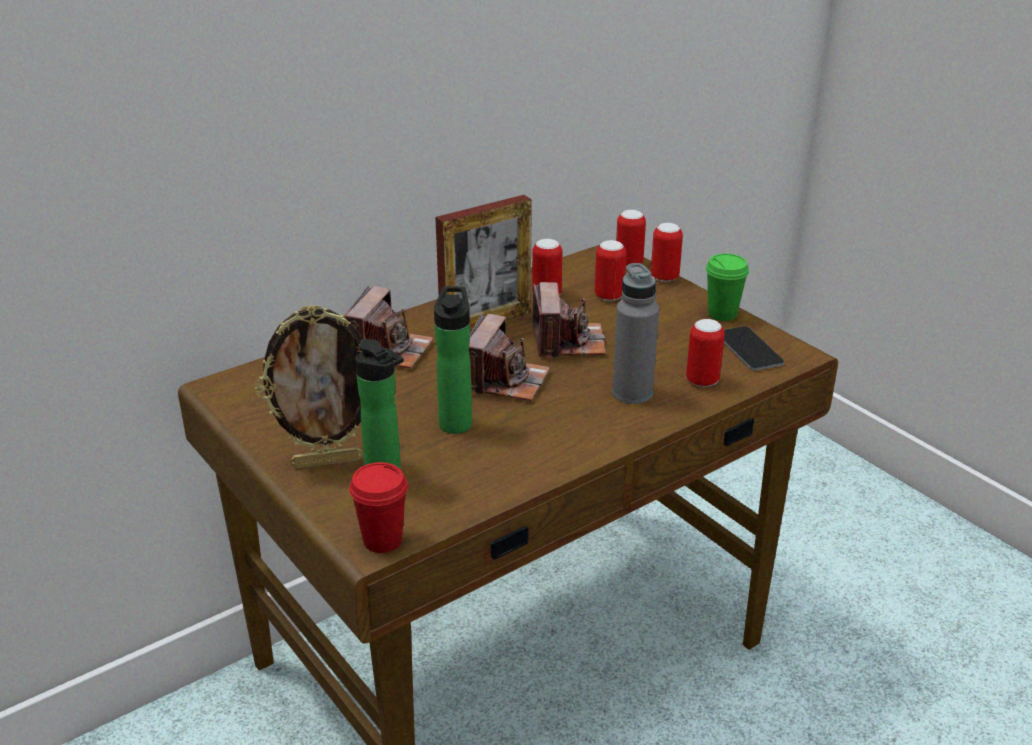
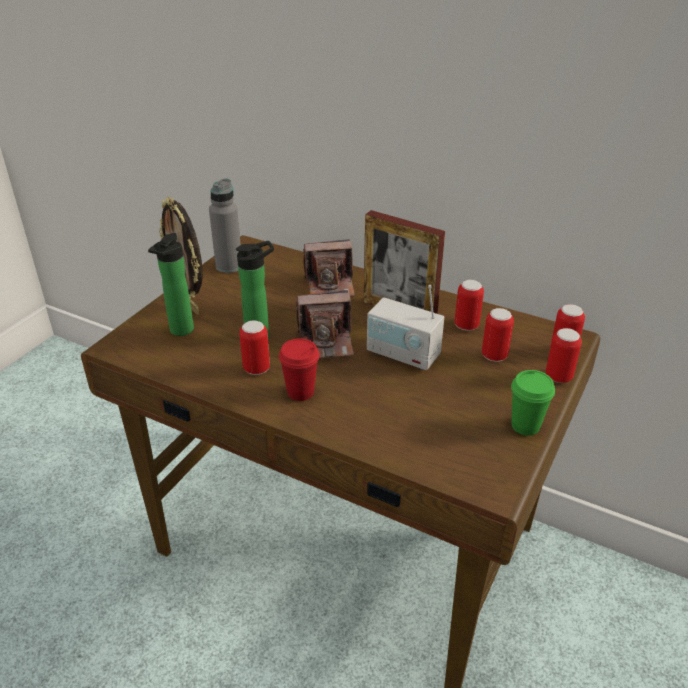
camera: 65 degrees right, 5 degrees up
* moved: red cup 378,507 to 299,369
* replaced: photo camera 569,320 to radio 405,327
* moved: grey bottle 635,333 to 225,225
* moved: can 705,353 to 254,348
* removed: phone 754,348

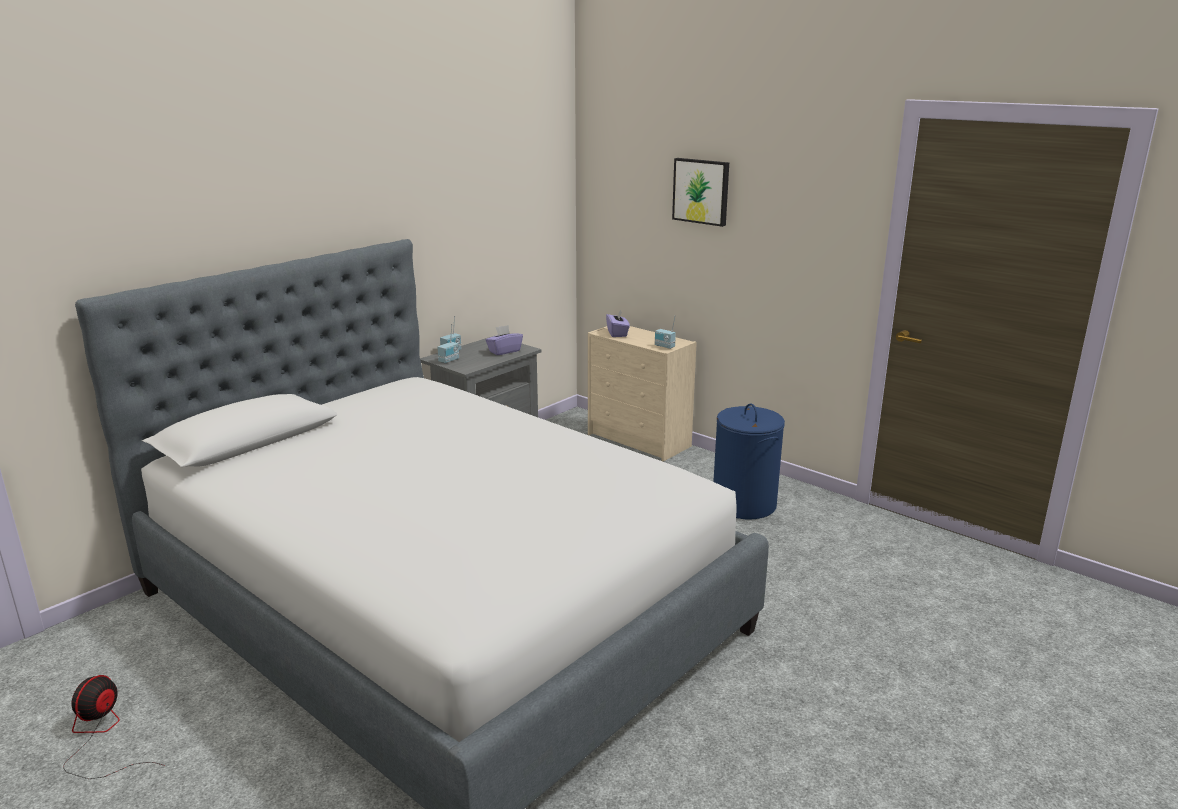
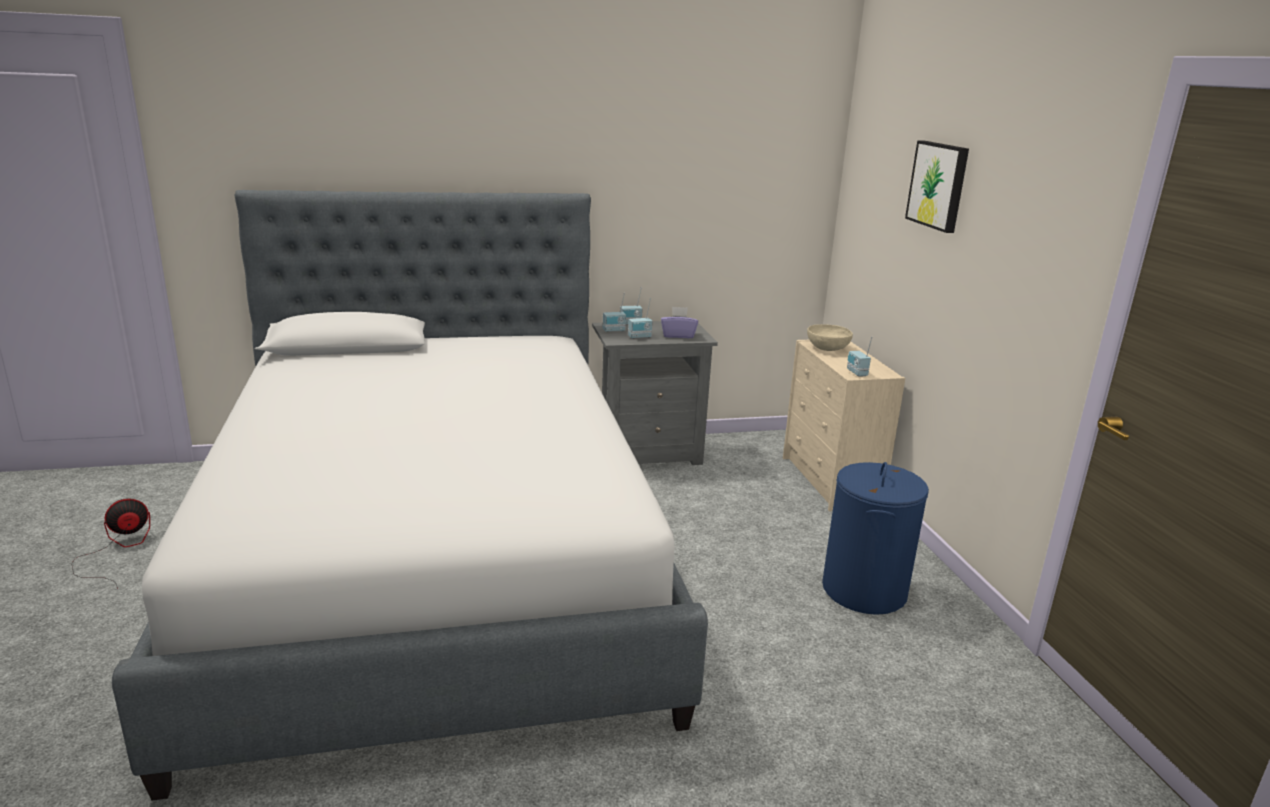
camera: 35 degrees right, 0 degrees up
* replaced: purple tissue box 618,323 to beige bowl 830,337
* added: radio 640,318

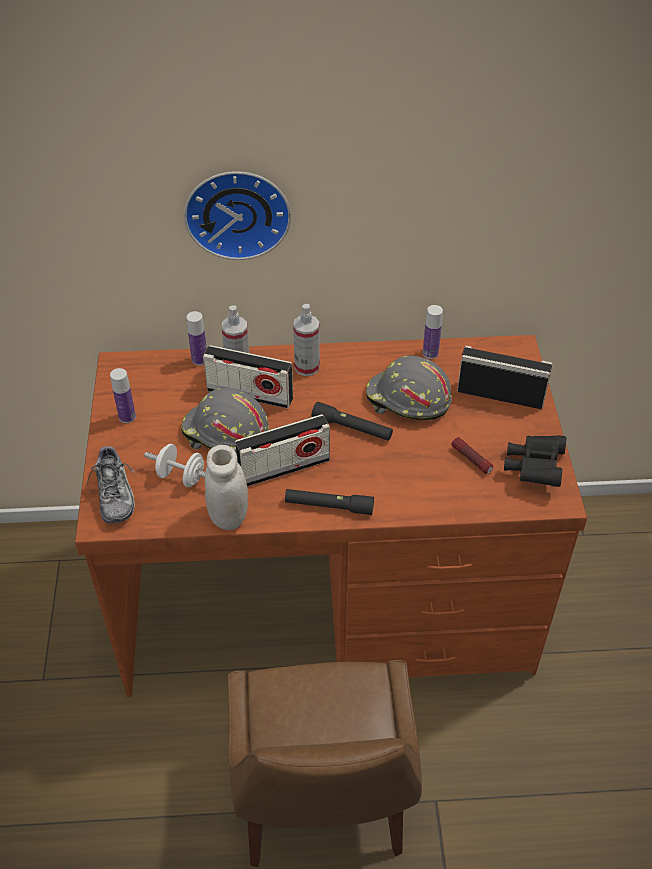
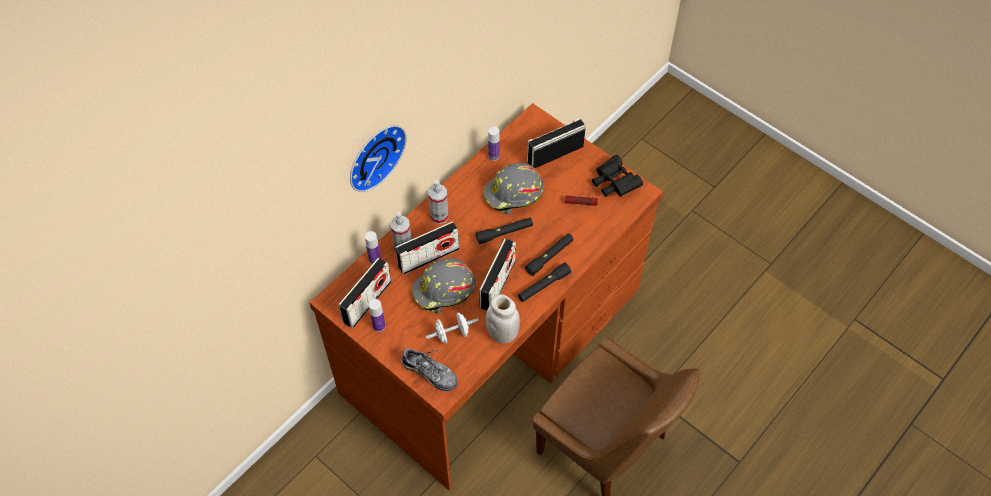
camera: 45 degrees left, 10 degrees up
* added: radio 364,293
* added: black flashlight 549,254

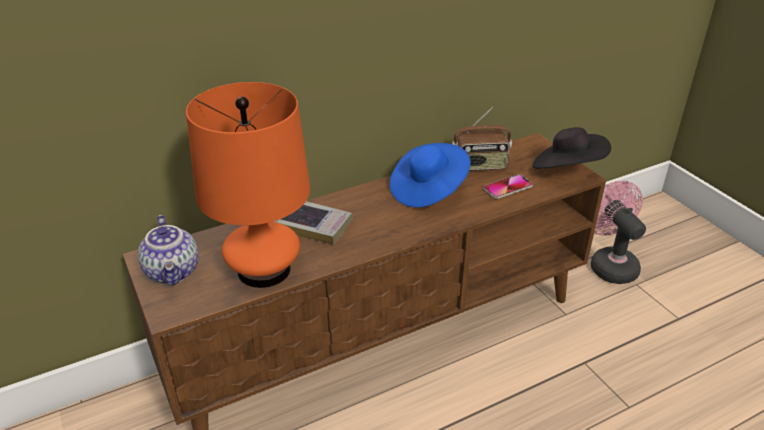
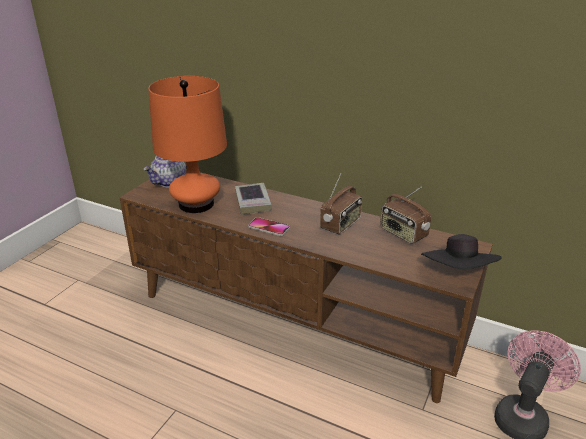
camera: 55 degrees right, 5 degrees down
* replaced: blue hat 430,175 to radio 341,204
* moved: phone 508,186 to 269,226

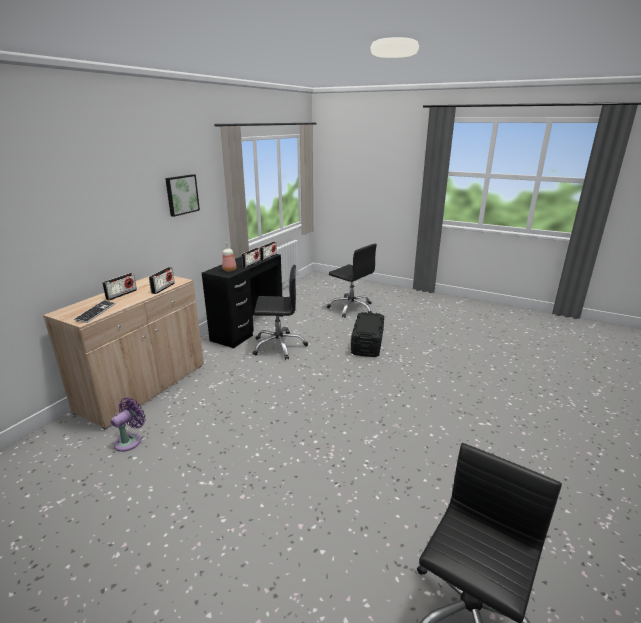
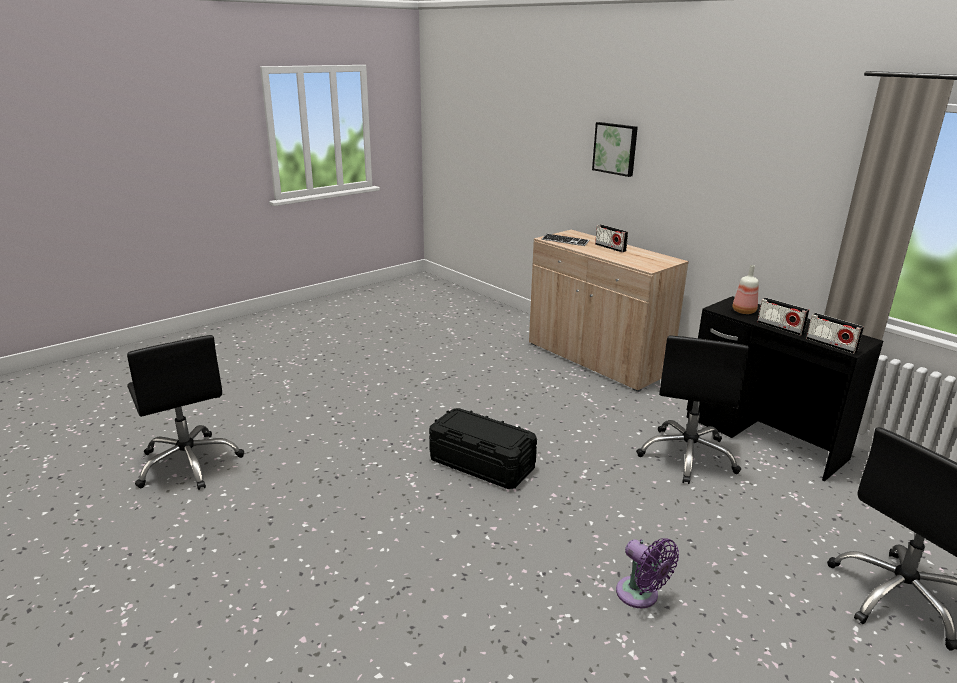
camera: 110 degrees right, 0 degrees up
* moved: purple fan 128,424 to 647,573
* removed: radio 162,280
* moved: picture 182,195 to 615,149
* moved: black storage box 367,334 to 483,448

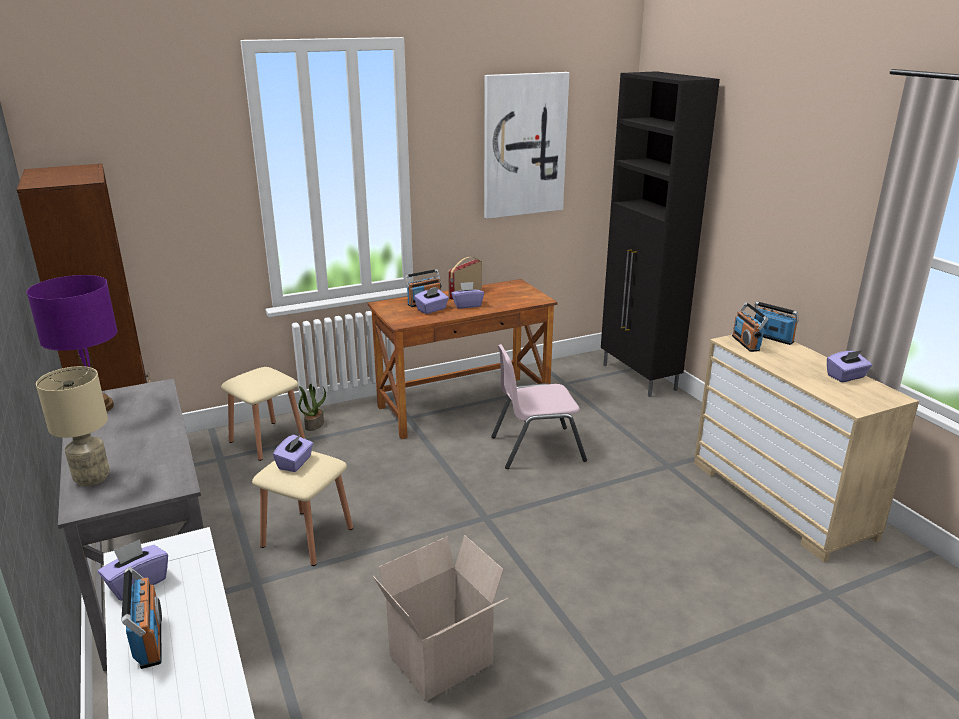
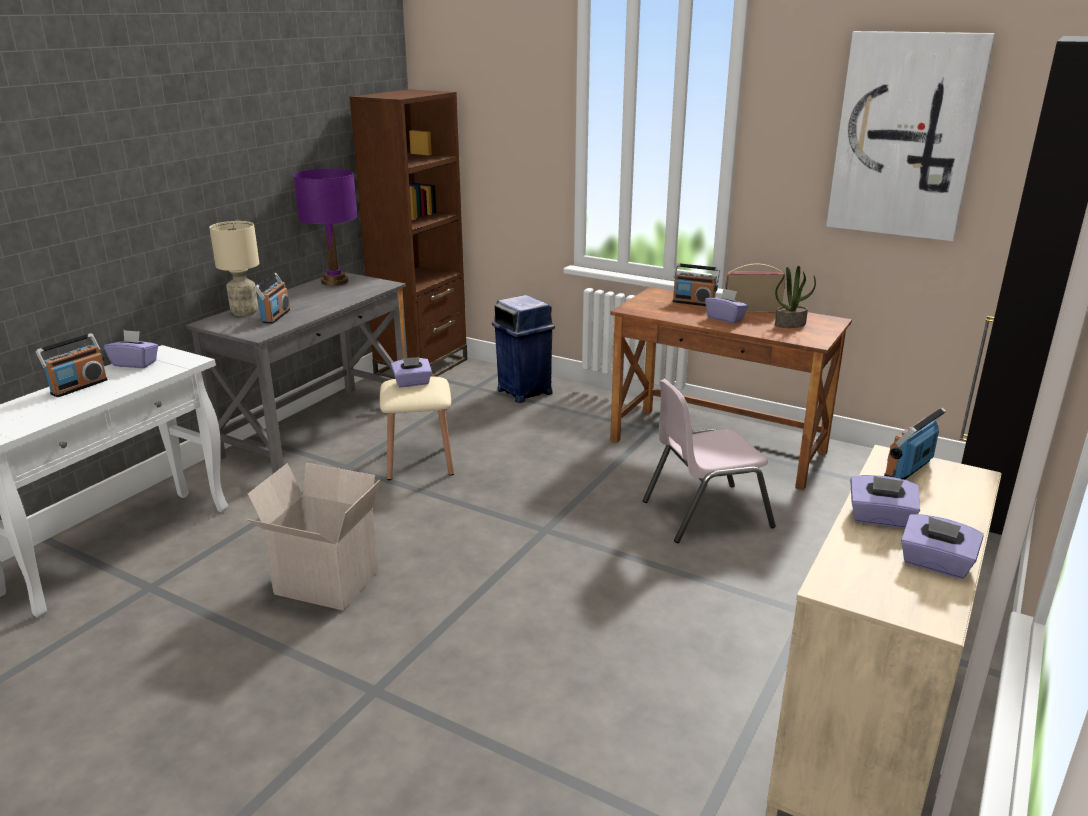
camera: 55 degrees right, 0 degrees up
* replaced: beige stool 263,414 to blue trash can 523,349
* moved: potted plant 312,407 to 795,297
* moved: purple tissue box 431,300 to 885,501
* turned: pink chair 539,406 = 709,461 60 degrees counterclockwise
* moved: radio 776,323 to 272,298

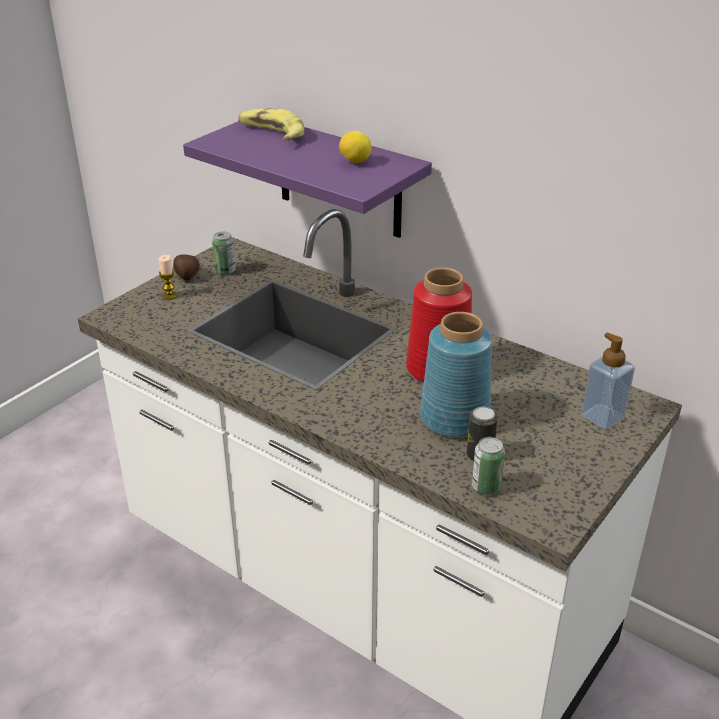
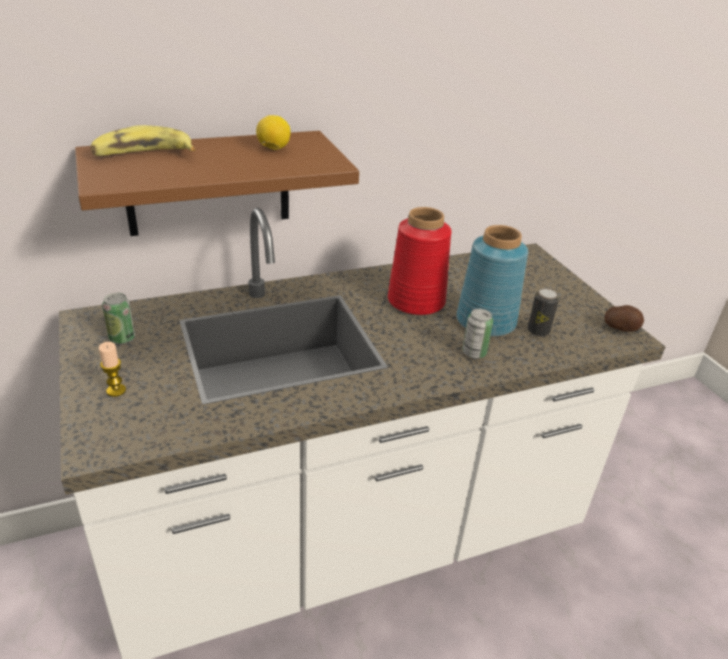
camera: 60 degrees left, 0 degrees up
* moved: potato 186,267 to 624,318
* recoloured: purple shelf 307,179 to brown shelf 217,183
* moved: can 488,466 to 477,334
* removed: soap dispenser 608,380

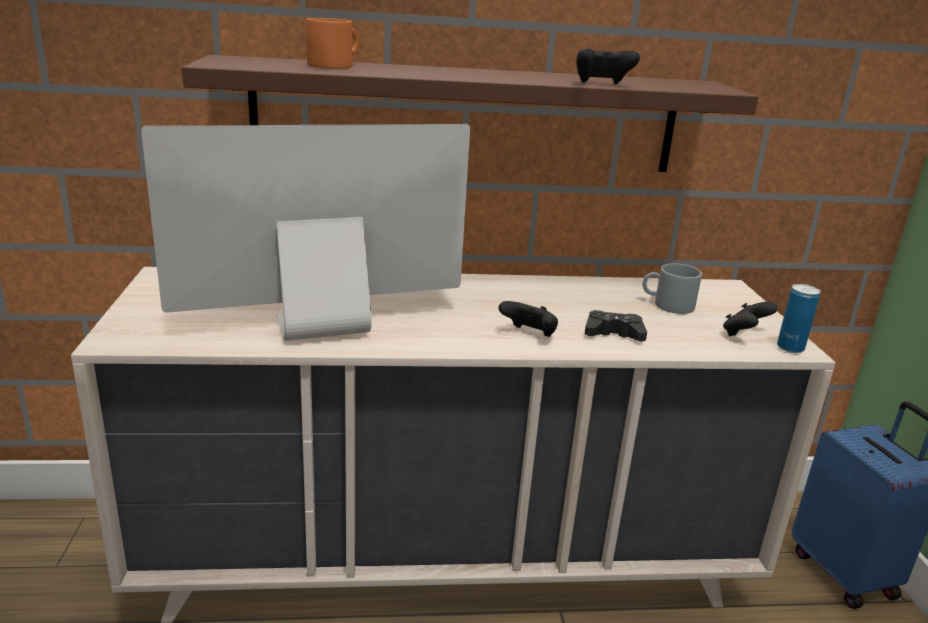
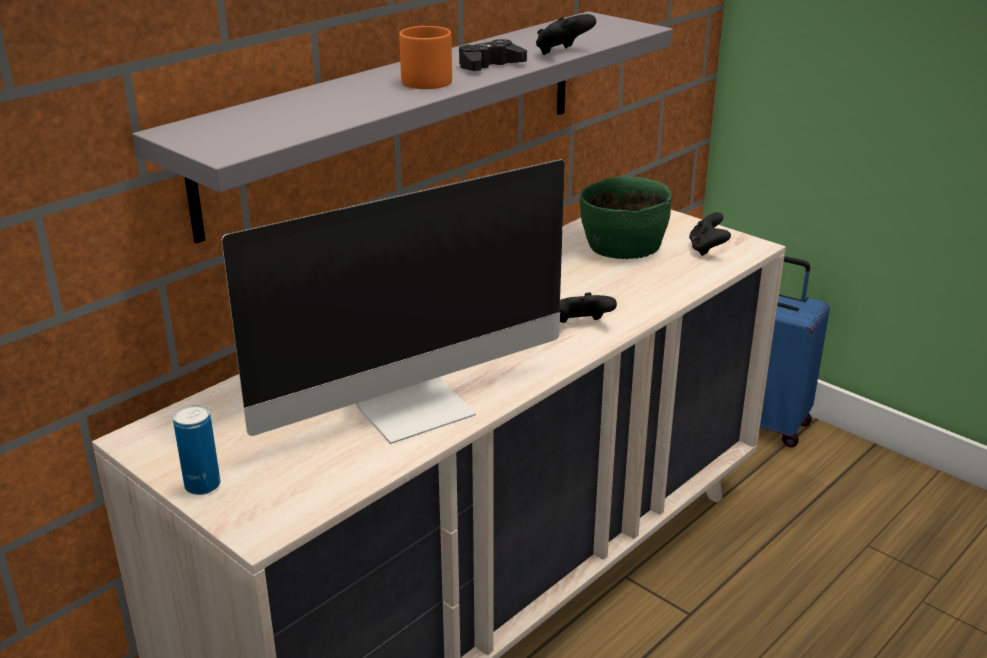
camera: 40 degrees left, 5 degrees up
* turned: monitor 305,232 = 393,301 150 degrees counterclockwise
* recoloured: brown shelf 470,113 to grey shelf 403,127
* moved: orange mug 332,43 to 425,57
* moved: black game controller 616,325 to 493,55
* replaced: grey mug 672,288 to green bowl 626,218
* moved: can 798,318 to 196,449

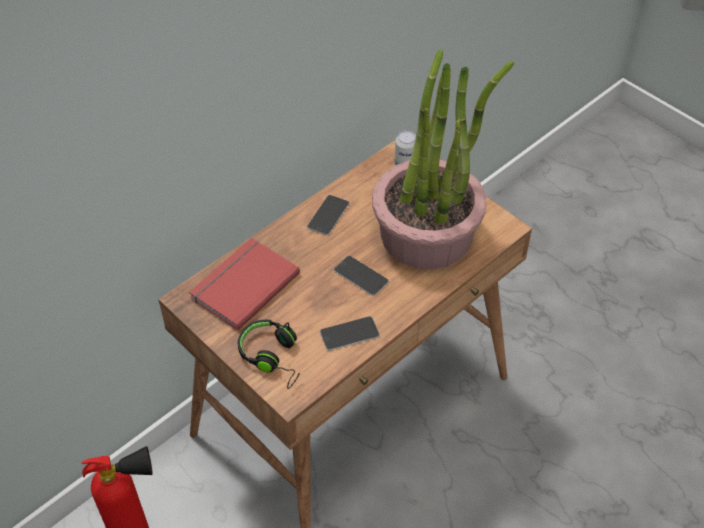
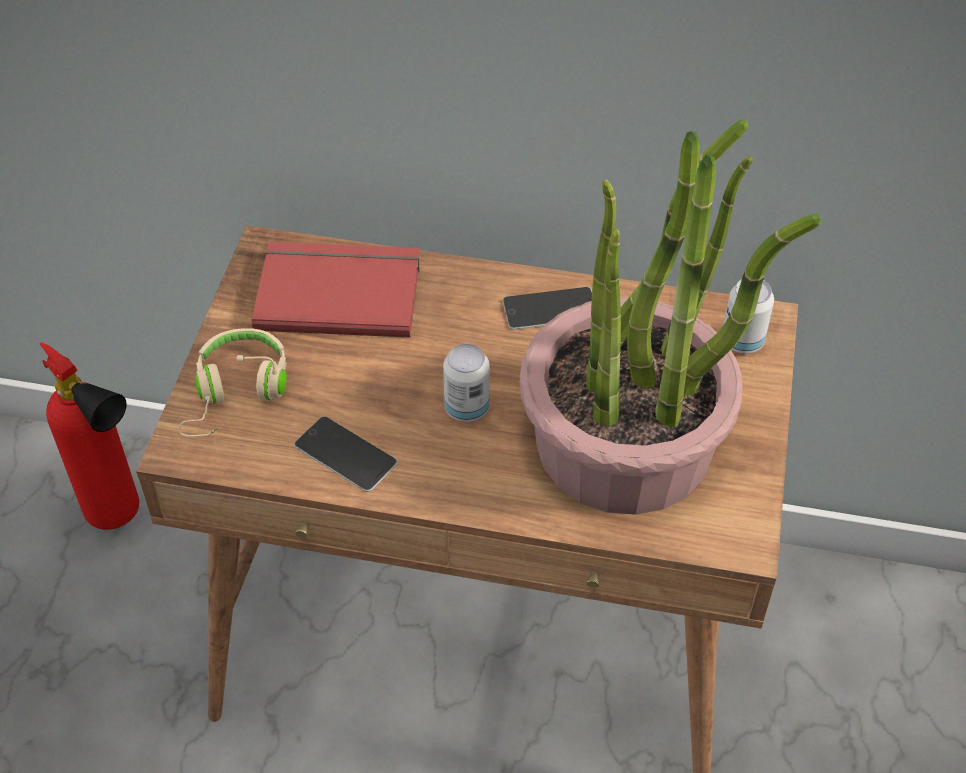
camera: 55 degrees right, 0 degrees up
* recoloured: black headphones 269,354 to beige headphones 232,382
* replaced: phone 361,276 to can 466,383

